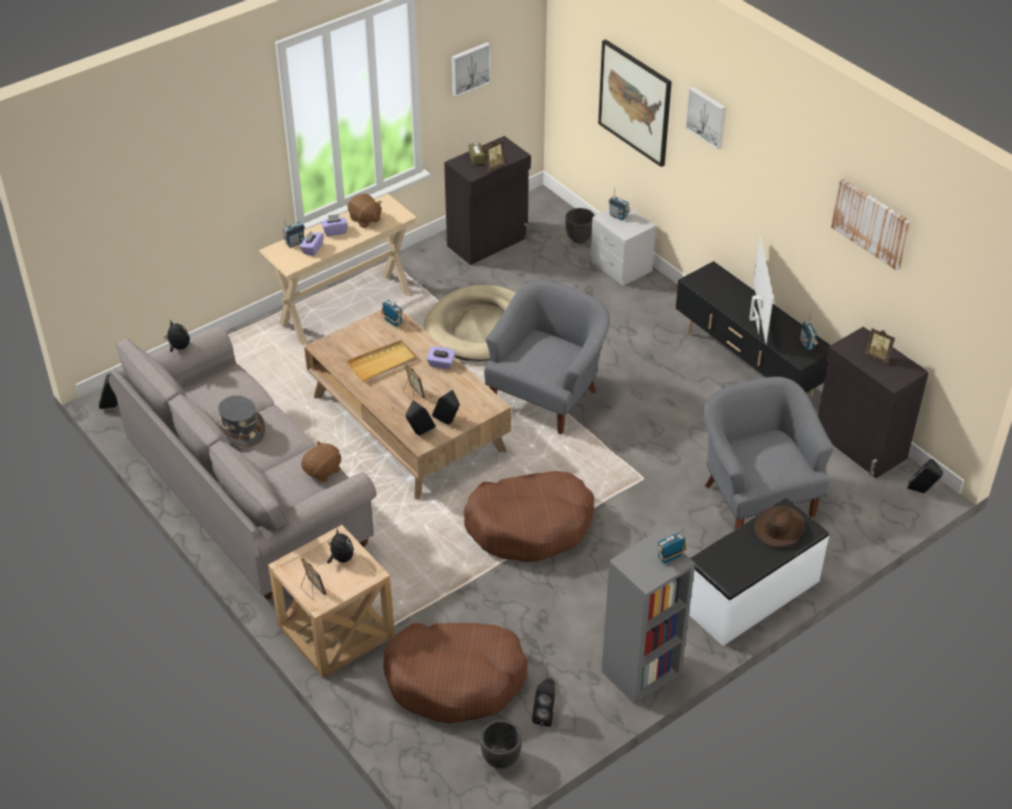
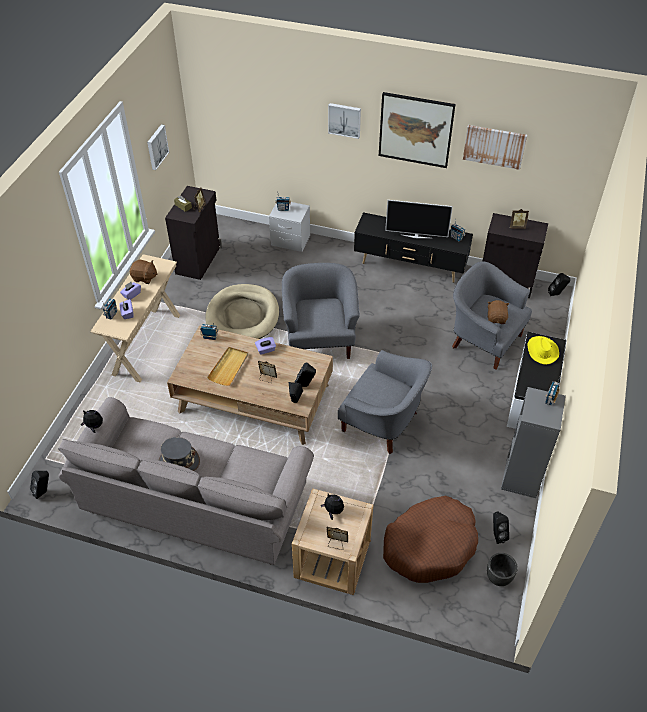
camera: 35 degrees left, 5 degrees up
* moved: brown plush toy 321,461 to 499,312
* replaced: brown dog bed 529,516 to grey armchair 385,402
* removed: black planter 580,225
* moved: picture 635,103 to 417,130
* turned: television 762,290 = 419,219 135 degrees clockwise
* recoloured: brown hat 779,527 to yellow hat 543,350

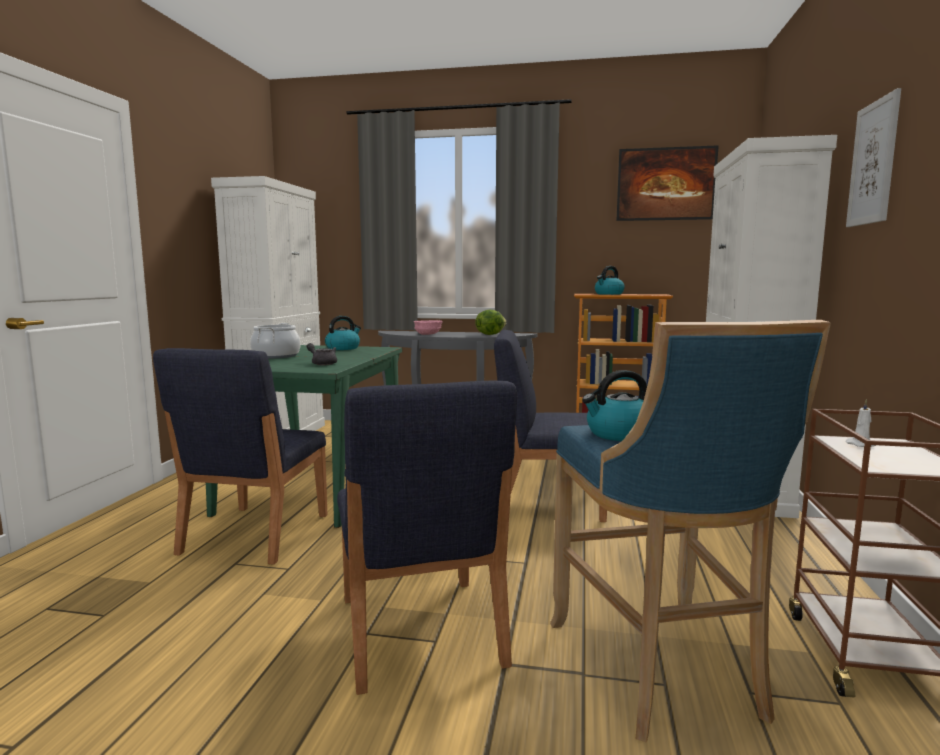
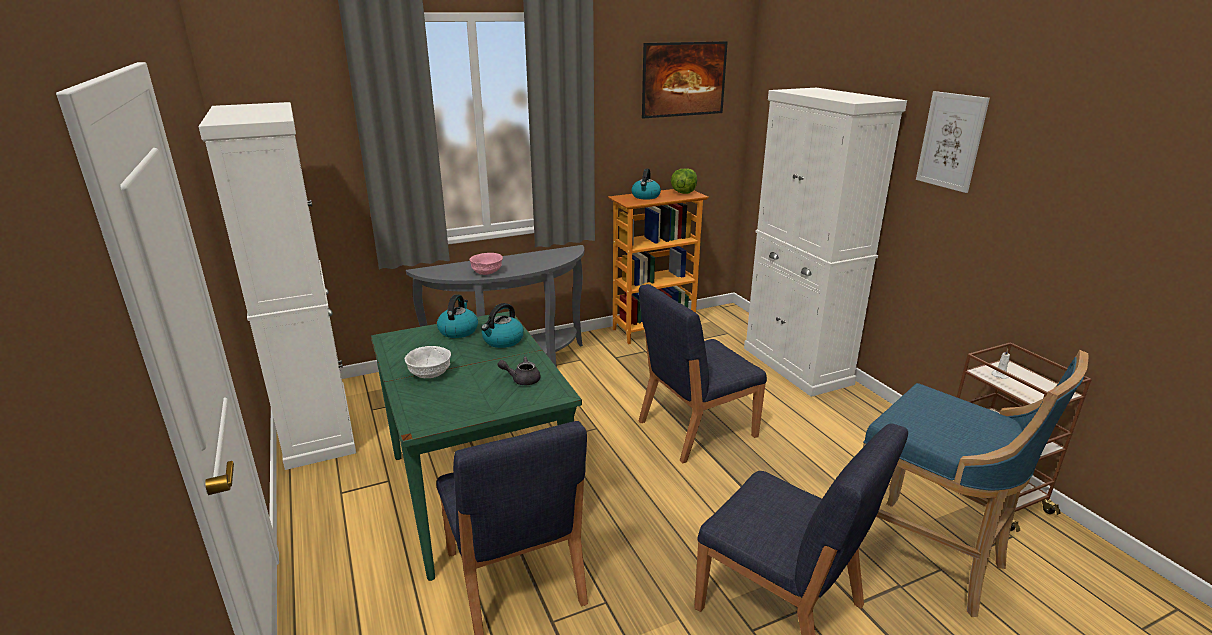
camera: 35 degrees left, 15 degrees up
* replaced: cooking pot 275,341 to white bowl 428,362
* moved: lettuce 491,322 to 684,181
* moved: kettle 614,405 to 502,325

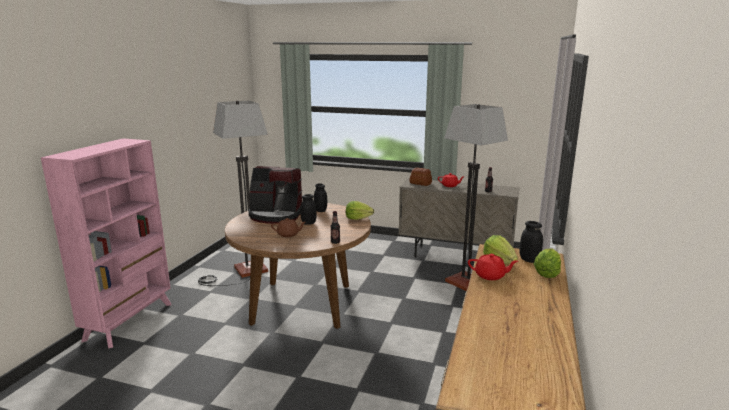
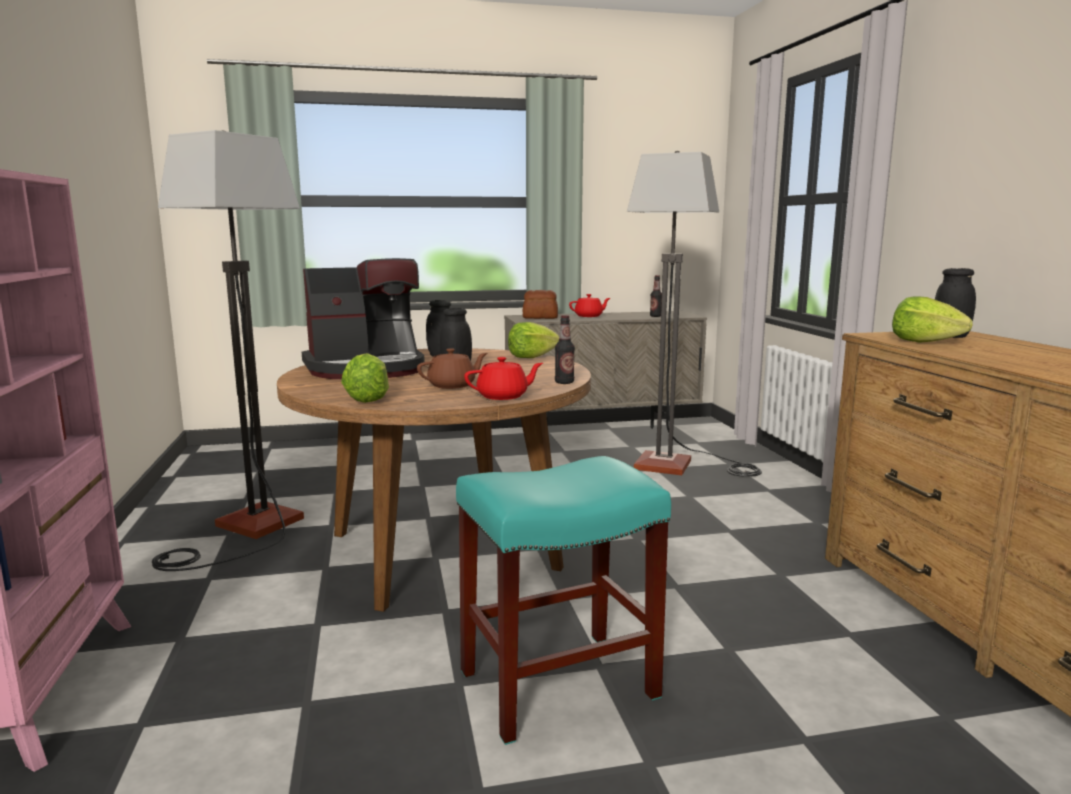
camera: 30 degrees left, 5 degrees down
* moved: red teapot 493,267 to 503,378
* moved: lettuce 547,263 to 365,378
* added: turquoise stool 563,600

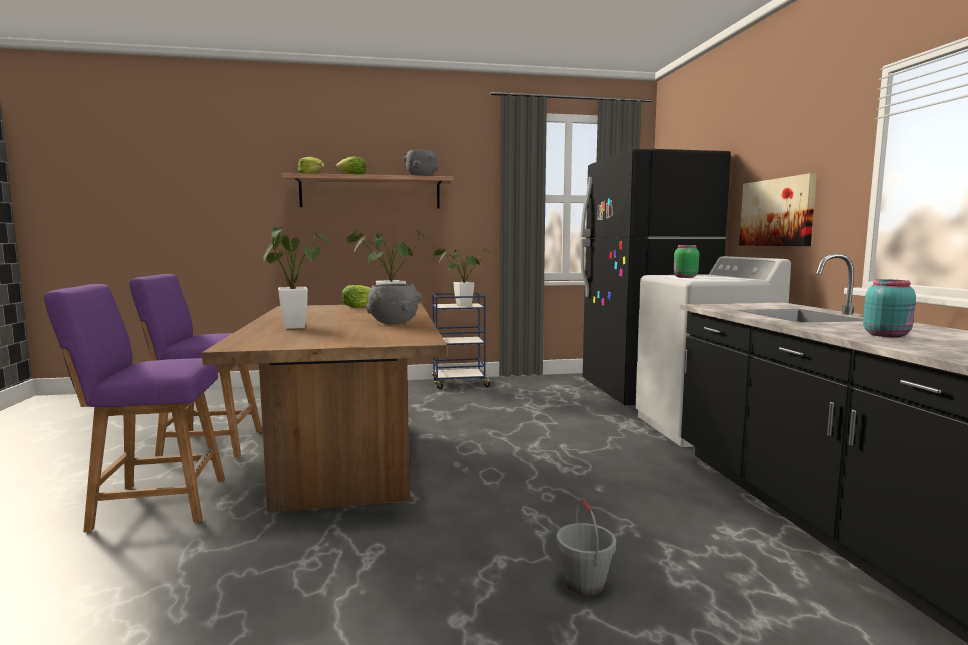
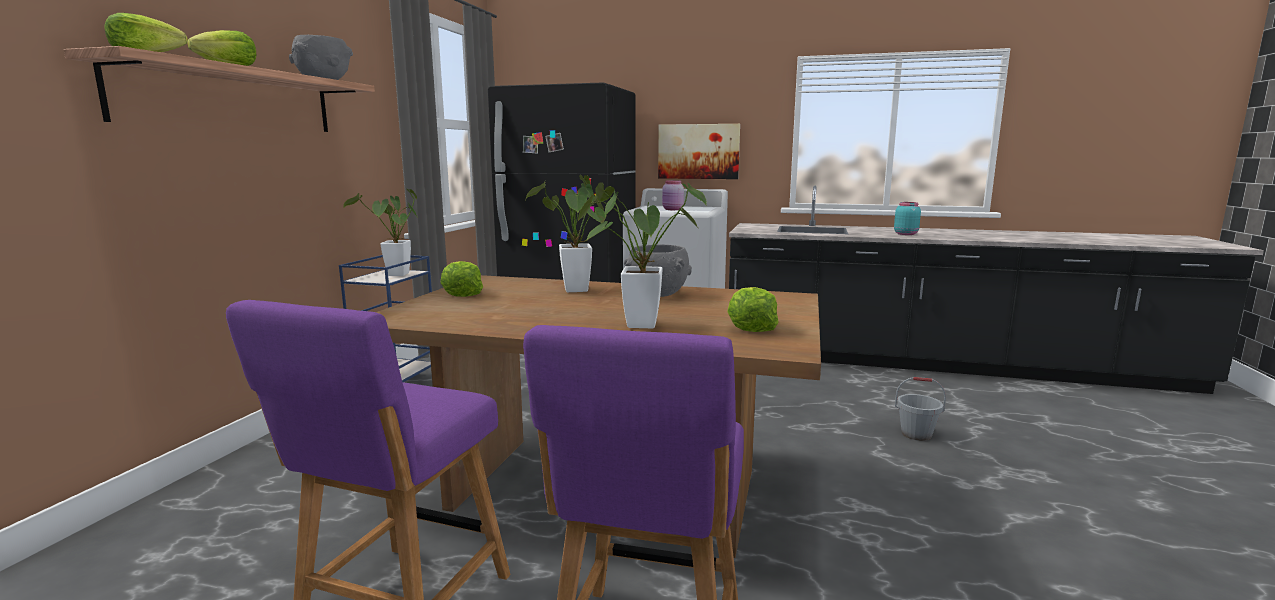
camera: 65 degrees left, 5 degrees up
* recoloured: green jar 686,261 to pink jar 673,195
* added: lettuce 753,309

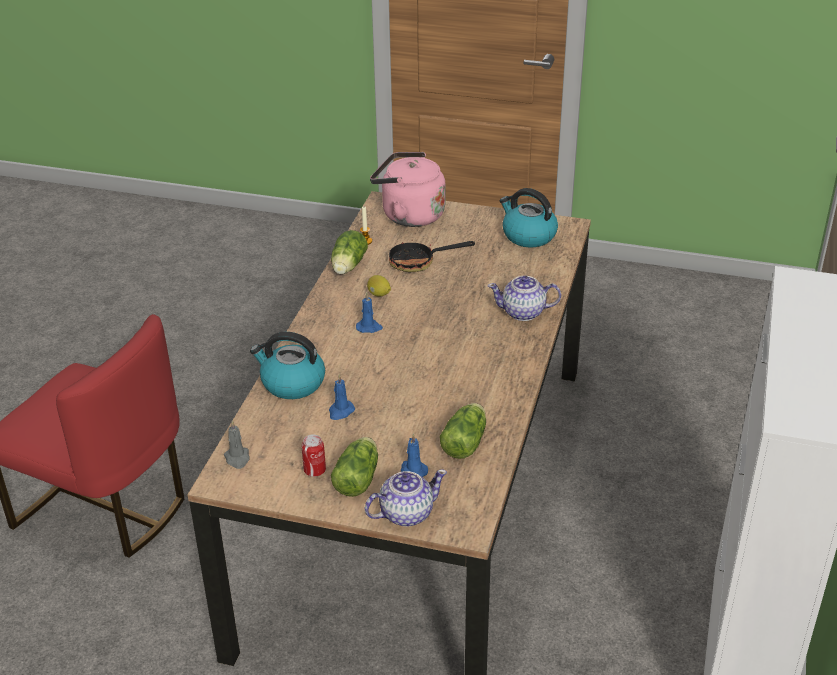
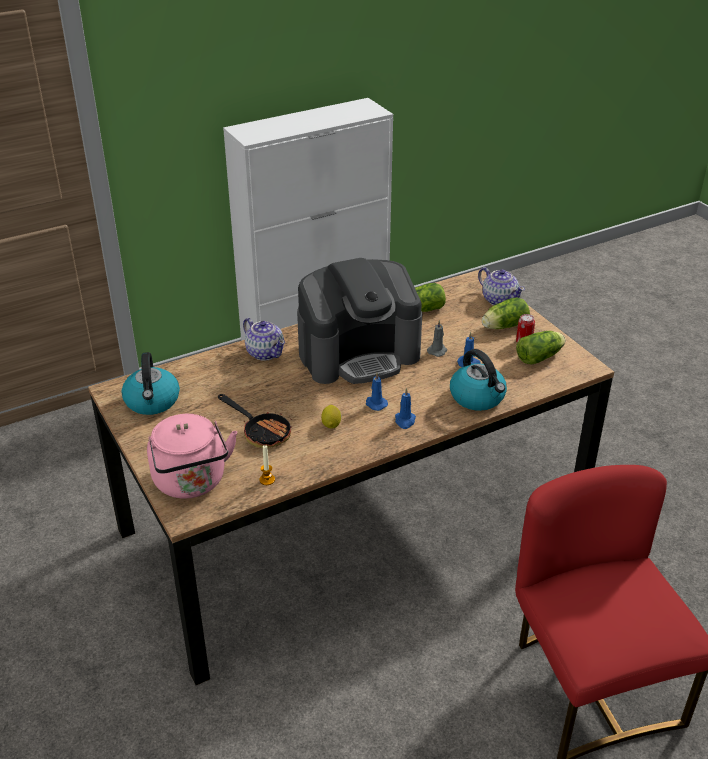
camera: 135 degrees left, 0 degrees up
* moved: grey candle 237,445 to 437,338
* moved: lettuce 349,252 to 540,348
* turned: teapot 406,498 = 501,286 150 degrees counterclockwise
* moved: blue candle 414,455 to 405,408
* added: coffee machine 359,321

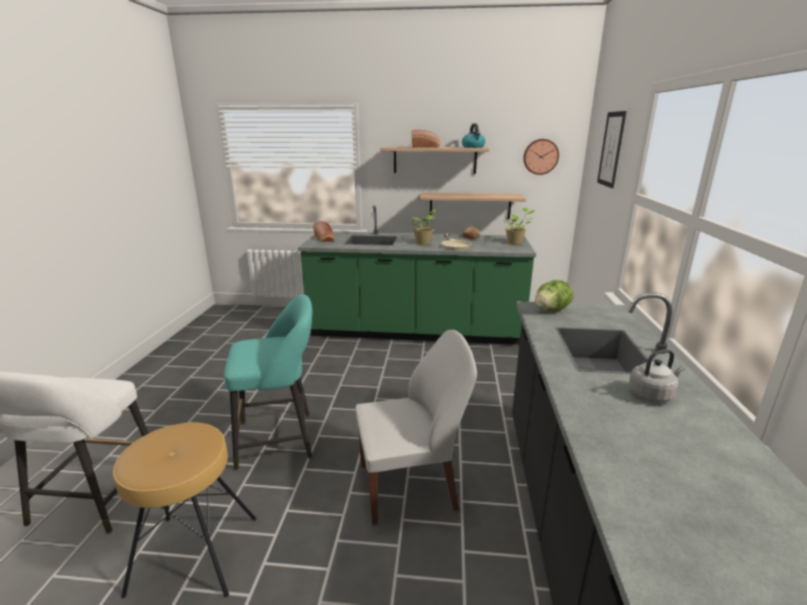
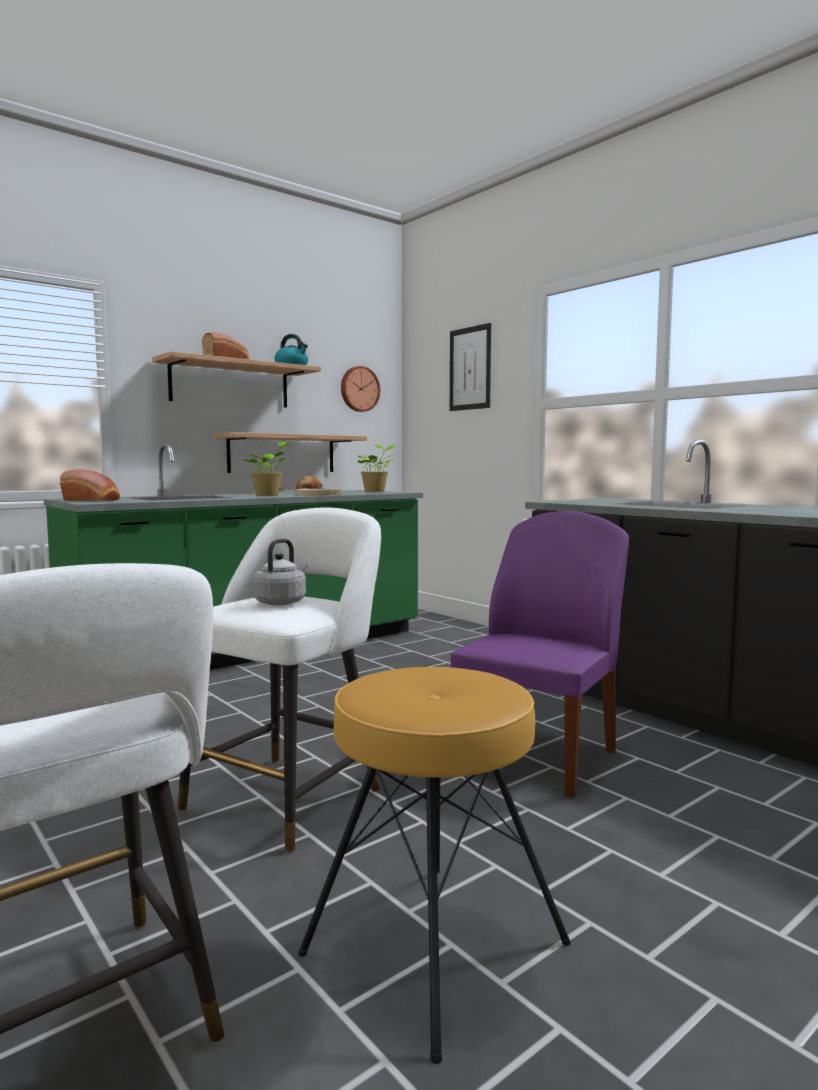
camera: 45 degrees left, 15 degrees down
* recoloured: turquoise stool 268,382 to white stool 279,680
* recoloured: white chair 416,427 to purple chair 540,654
* removed: lettuce 554,296
* moved: grey kettle 657,376 to 280,572

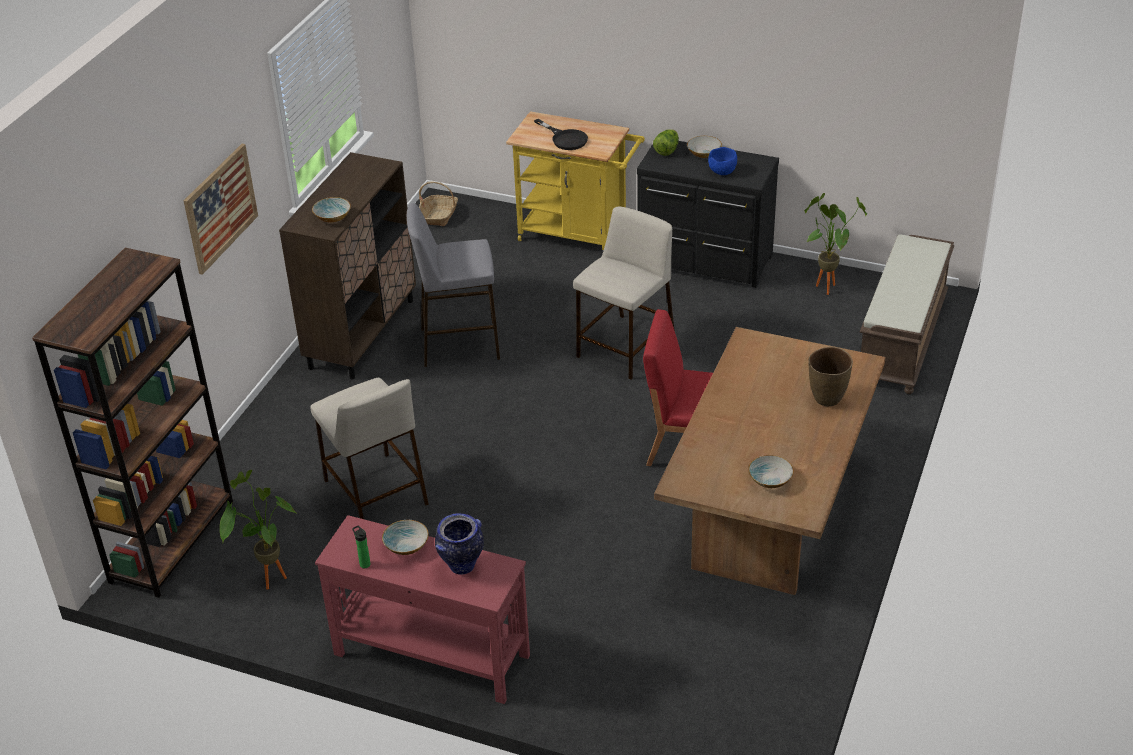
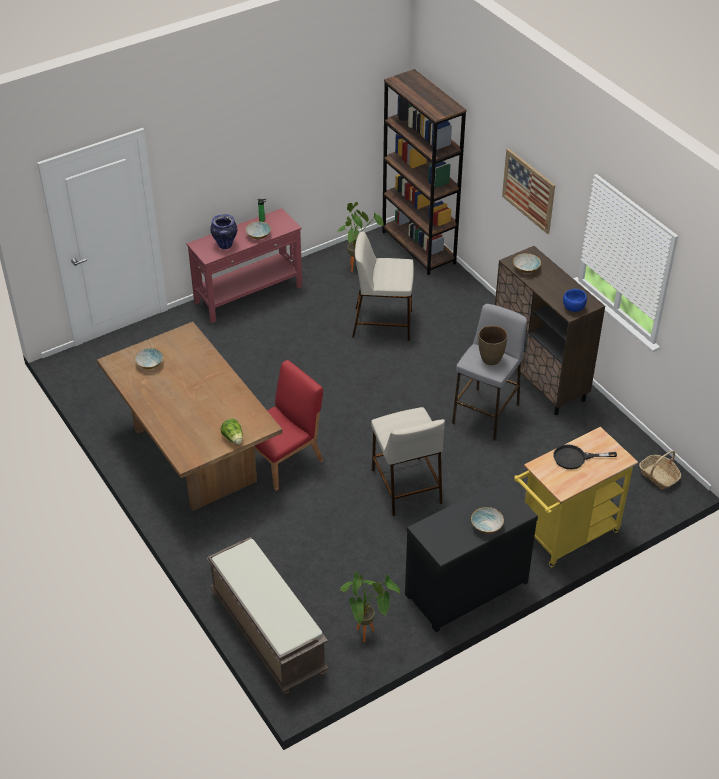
camera: 125 degrees right, 5 degrees up
* moved: lettuce 666,142 to 232,431
* moved: blue bowl 722,161 to 575,300
* moved: brown vase 831,376 to 493,345

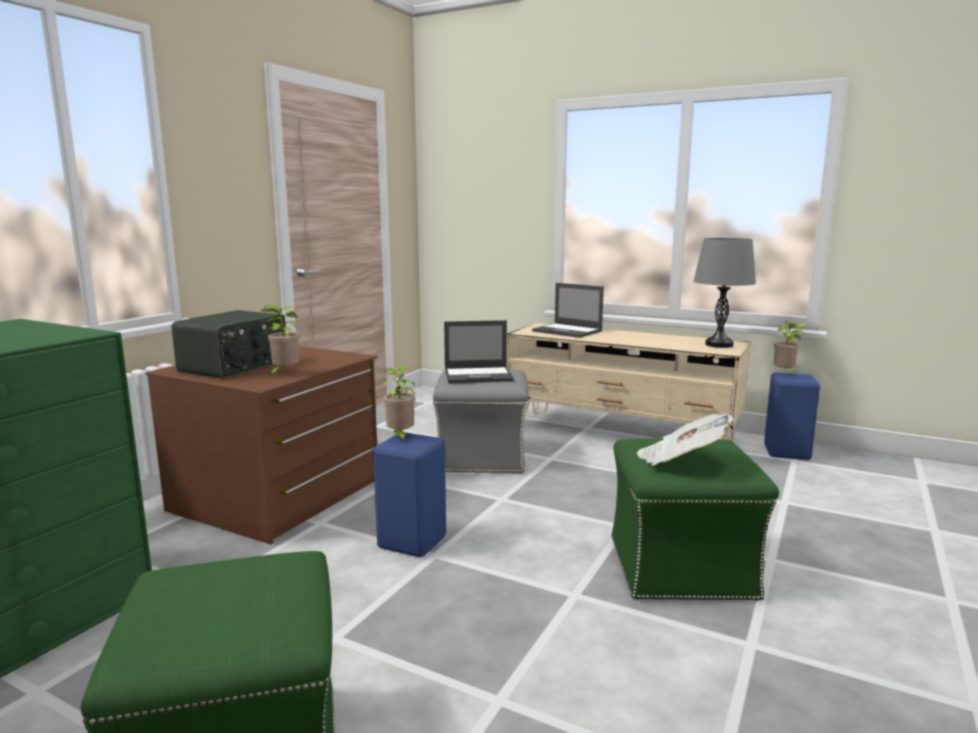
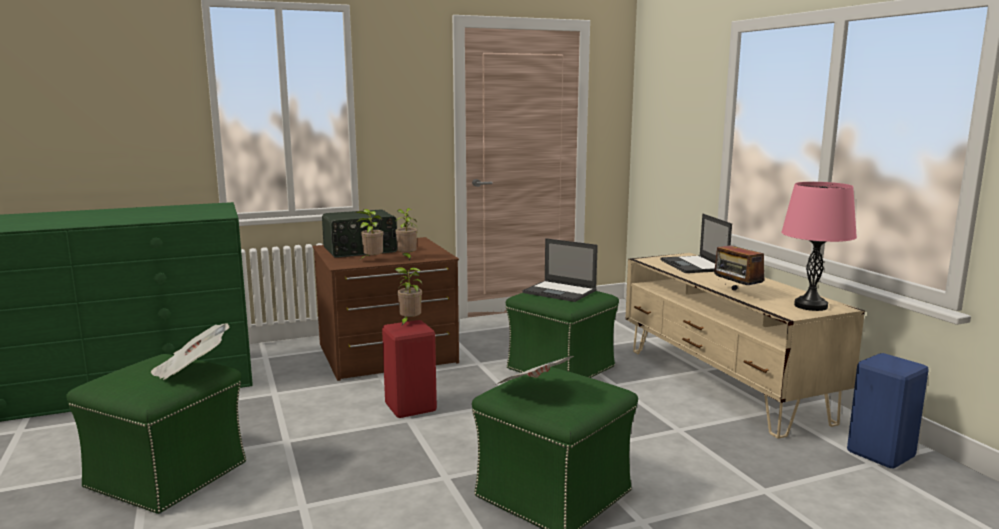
camera: 40 degrees right, 0 degrees up
* recoloured: blue stool 409,494 to red stool 409,369
* recoloured: grey ottoman 481,422 to green ottoman 562,334
* recoloured: grey table lamp 725,293 to pink table lamp 819,246
* moved: potted plant 790,347 to 406,234
* added: newspaper 190,351
* added: radio 739,263

